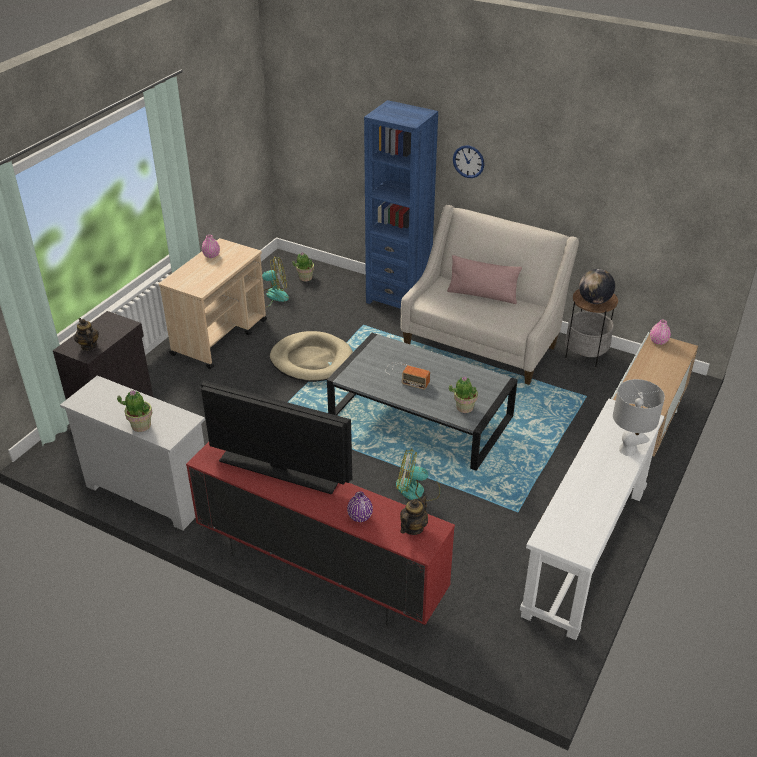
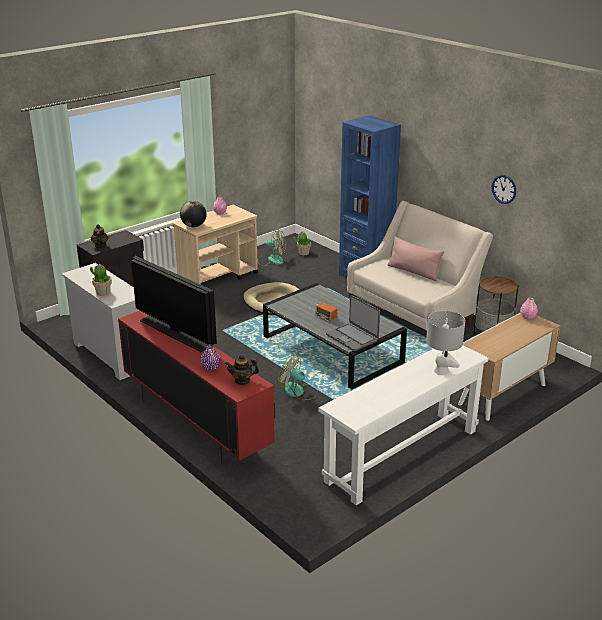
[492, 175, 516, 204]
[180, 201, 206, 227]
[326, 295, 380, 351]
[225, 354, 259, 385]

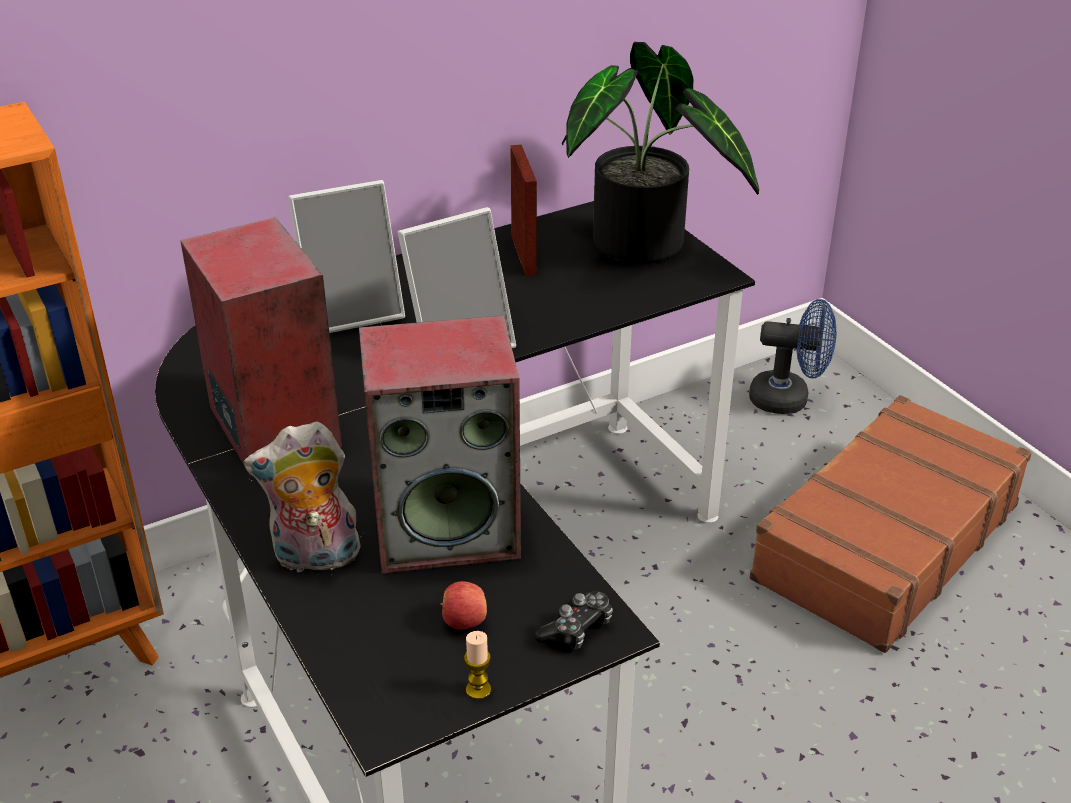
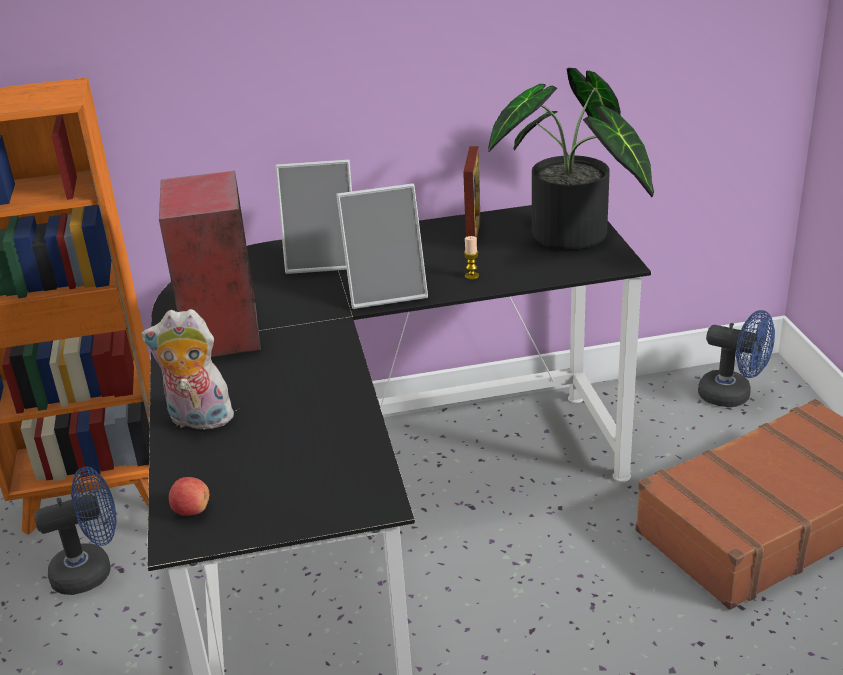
[359, 315, 521, 574] (first image)
[169, 477, 209, 516]
[534, 591, 613, 649] (first image)
[464, 236, 479, 280]
[34, 466, 117, 595]

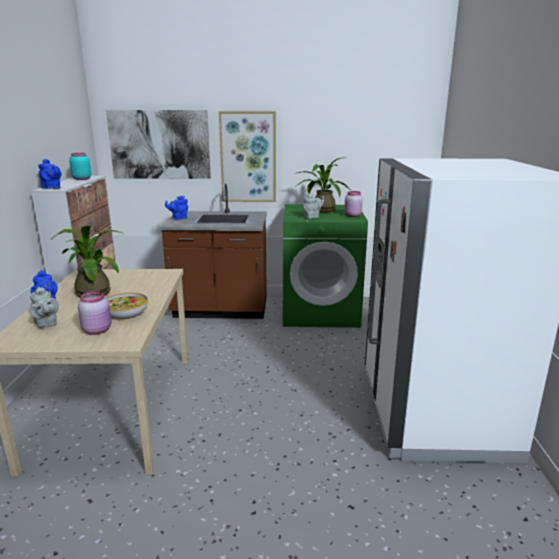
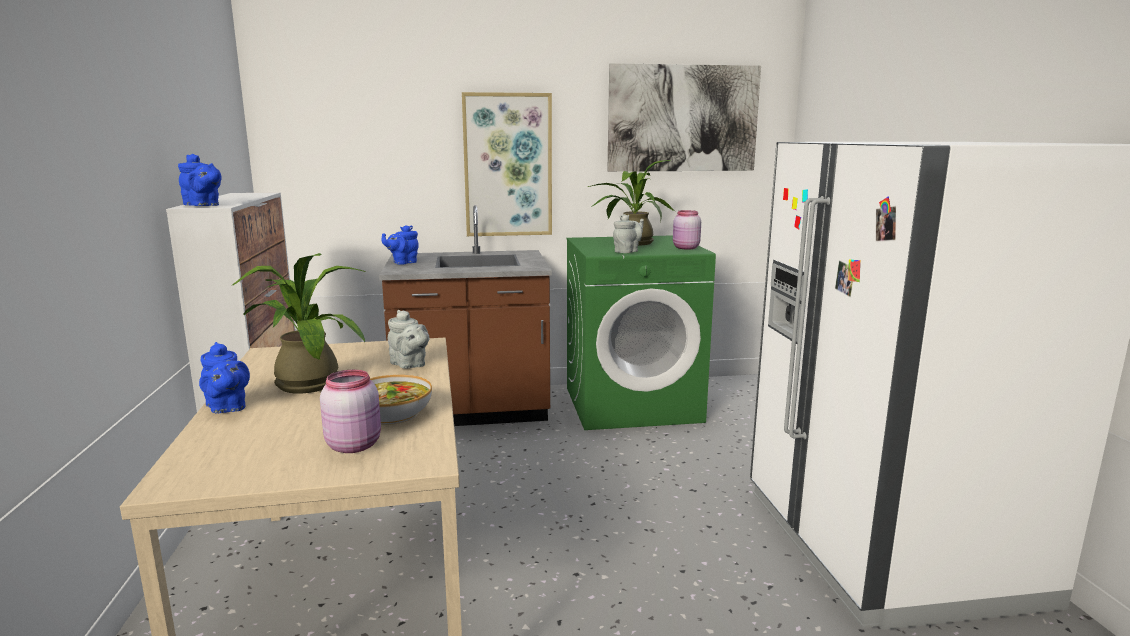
[607, 63, 761, 172]
[69, 153, 91, 180] (first image)
[387, 310, 430, 369]

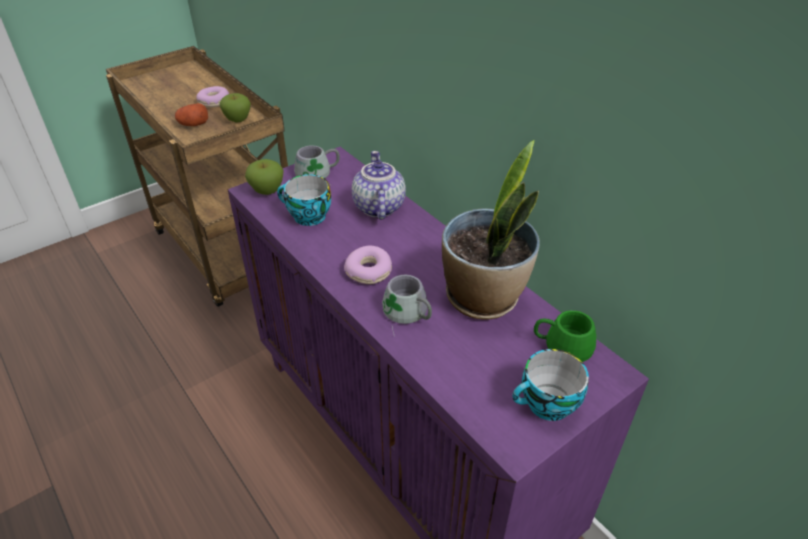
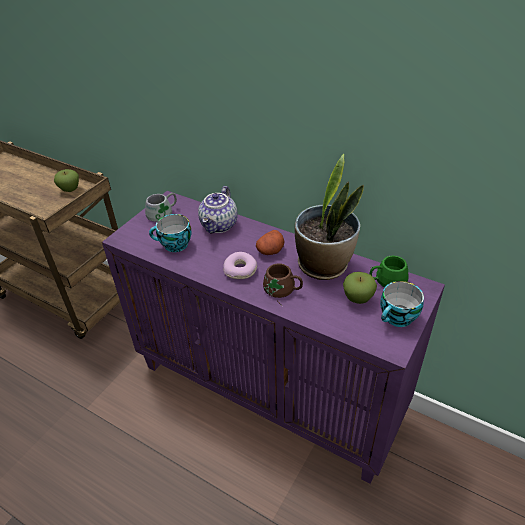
[196, 86, 229, 107] (first image)
[256, 230, 285, 255]
[198, 186, 238, 233]
[343, 272, 377, 304]
[263, 263, 303, 307]

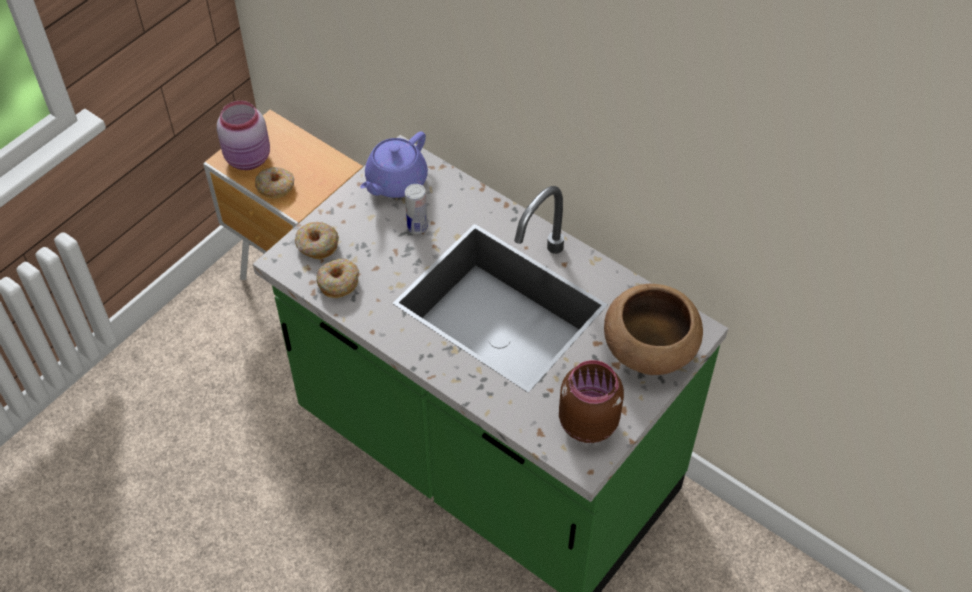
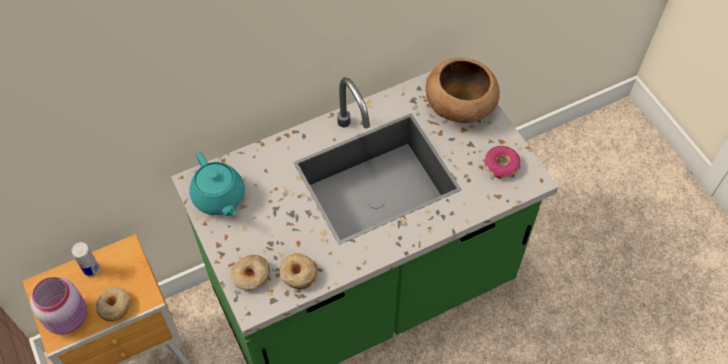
[190, 152, 245, 216]
[72, 242, 100, 277]
[484, 146, 520, 179]

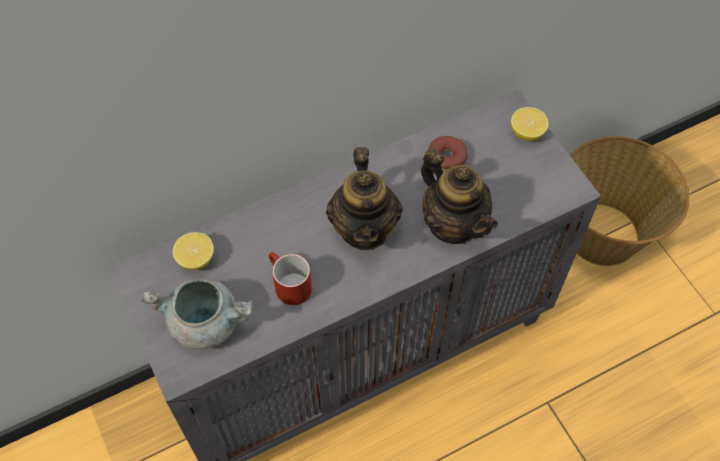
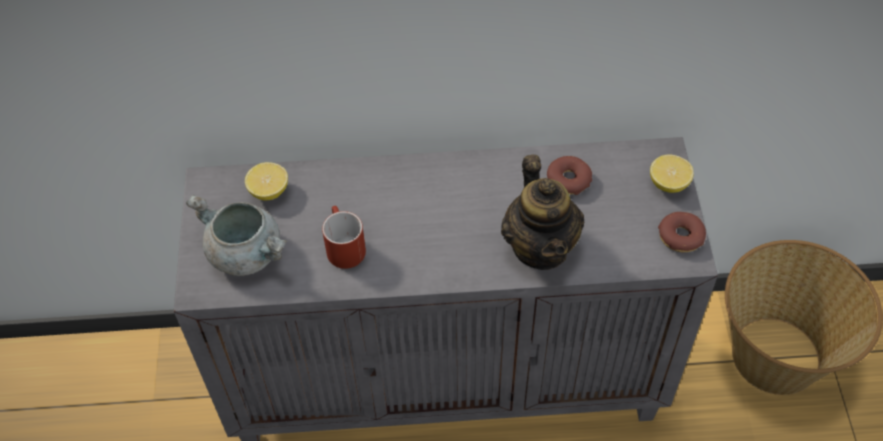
[326, 147, 403, 250] (first image)
[658, 212, 706, 252]

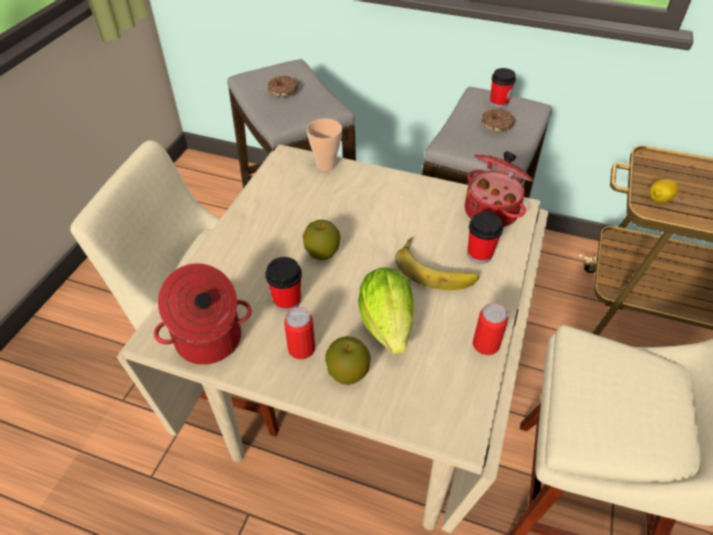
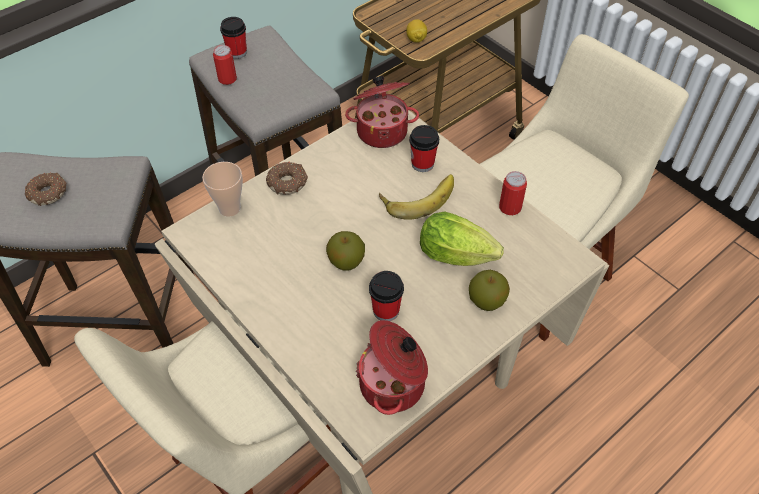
[266, 162, 308, 195]
[213, 45, 237, 85]

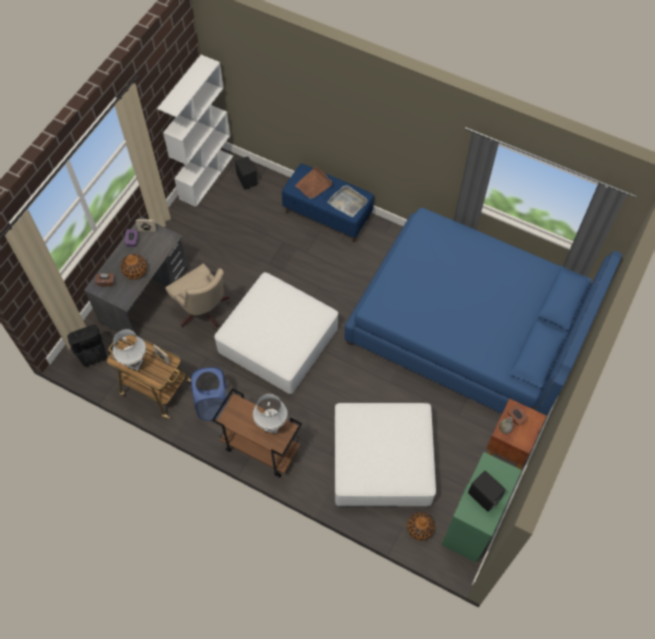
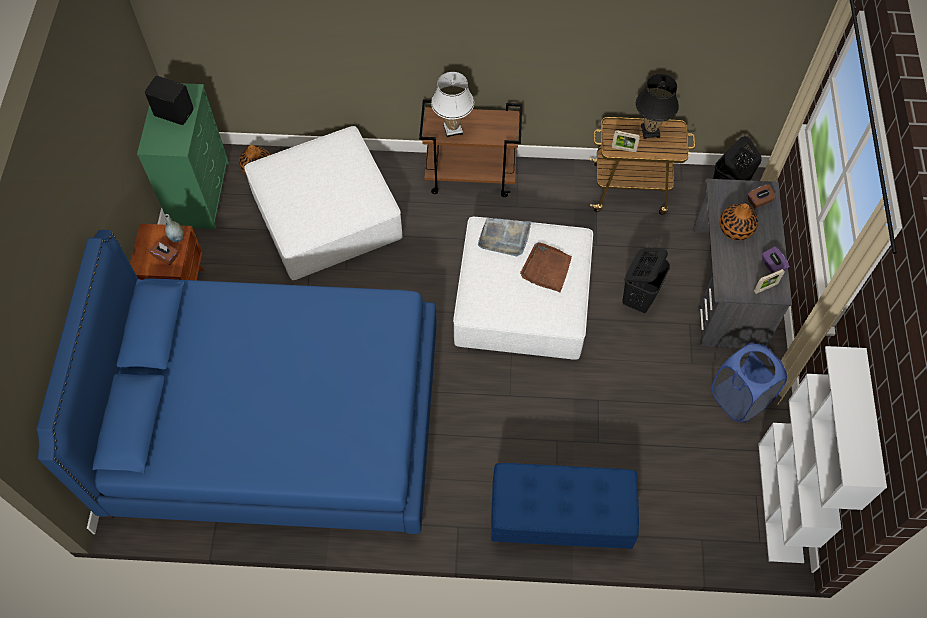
[235, 156, 258, 190] (first image)
[520, 242, 572, 292]
[478, 218, 531, 257]
[622, 248, 670, 313]
[636, 74, 679, 139]
[712, 342, 787, 423]

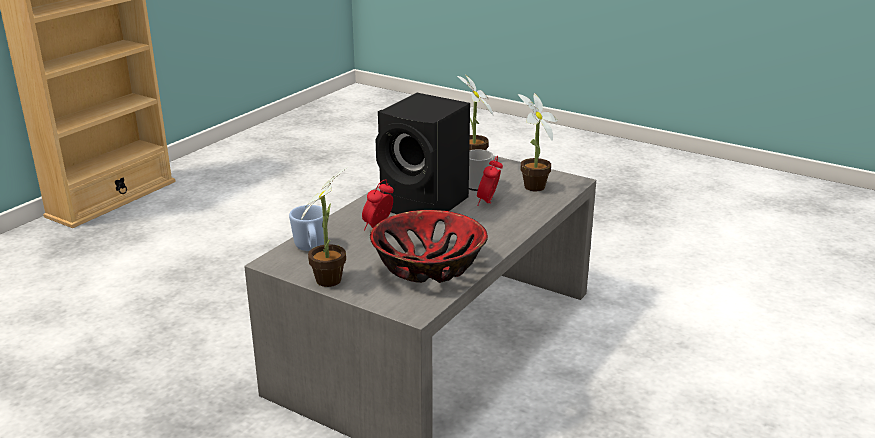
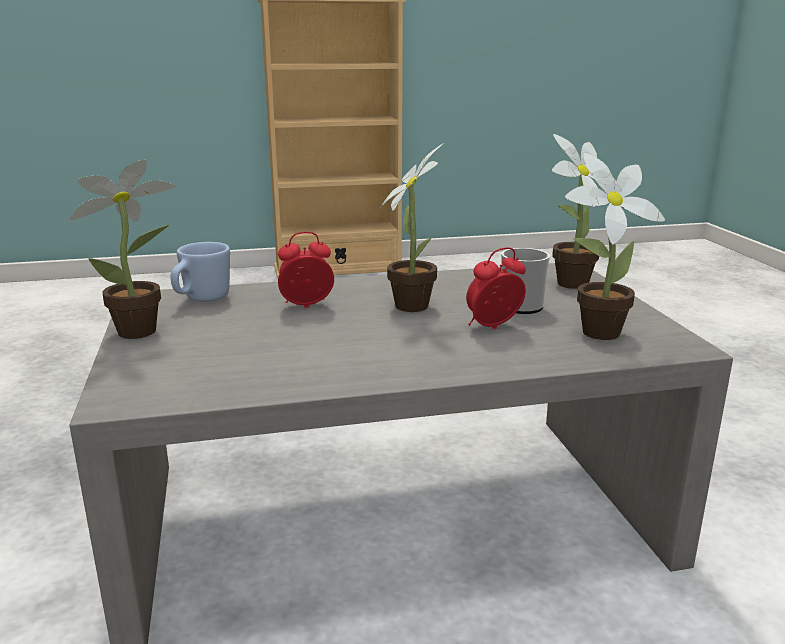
[379, 143, 444, 312]
[370, 210, 488, 283] (first image)

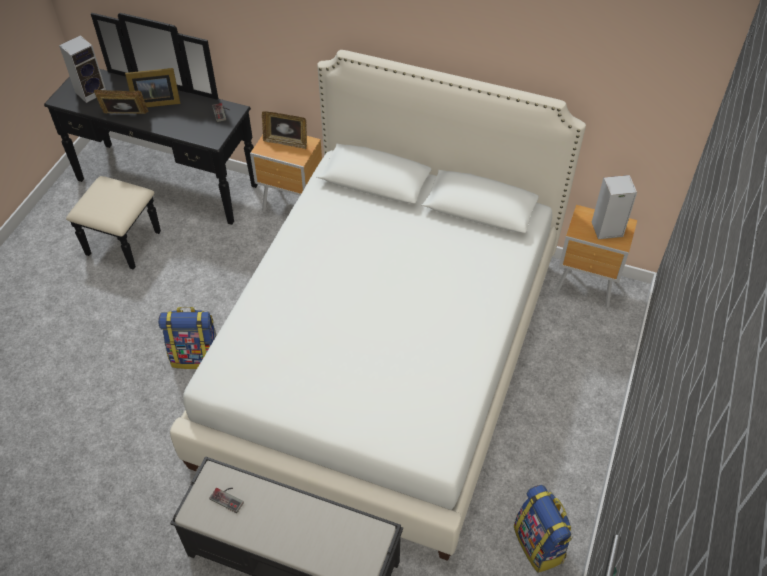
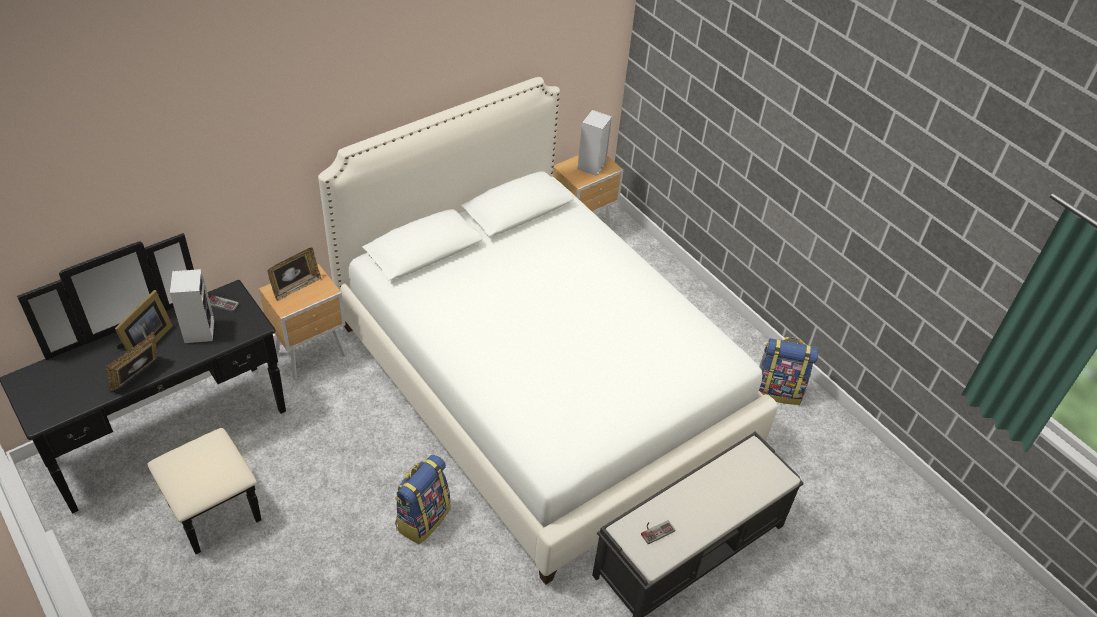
[170, 269, 214, 343]

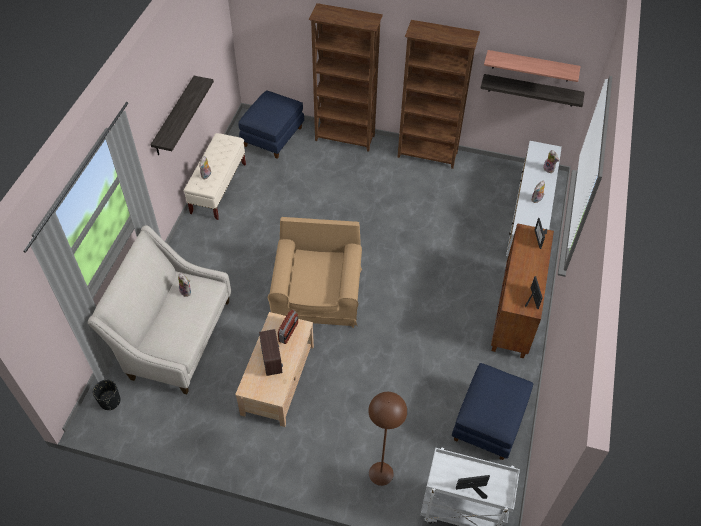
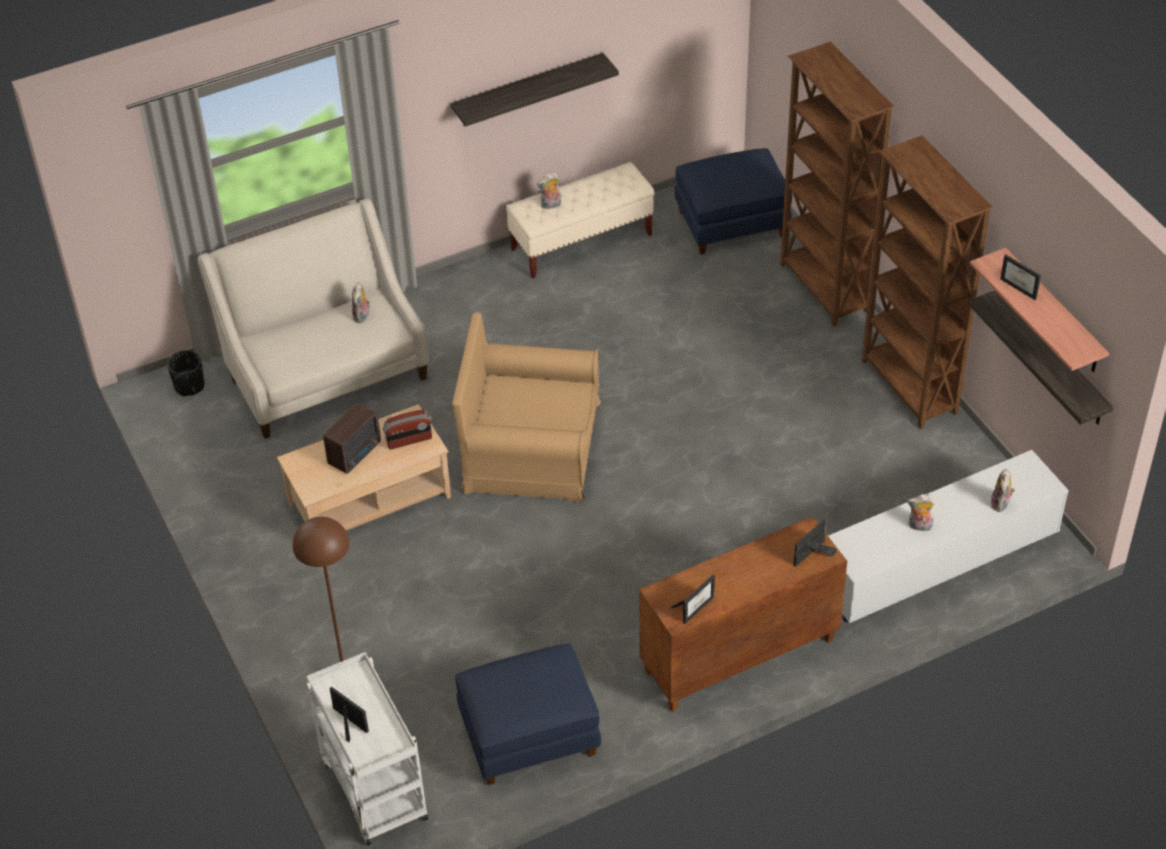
[452, 312, 601, 503]
[1000, 255, 1041, 300]

